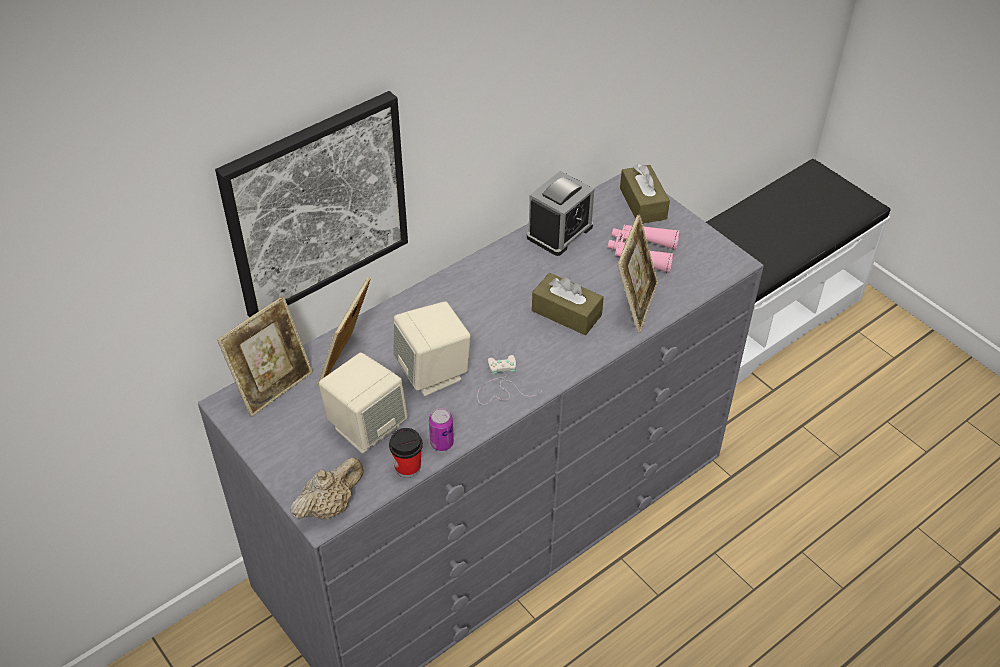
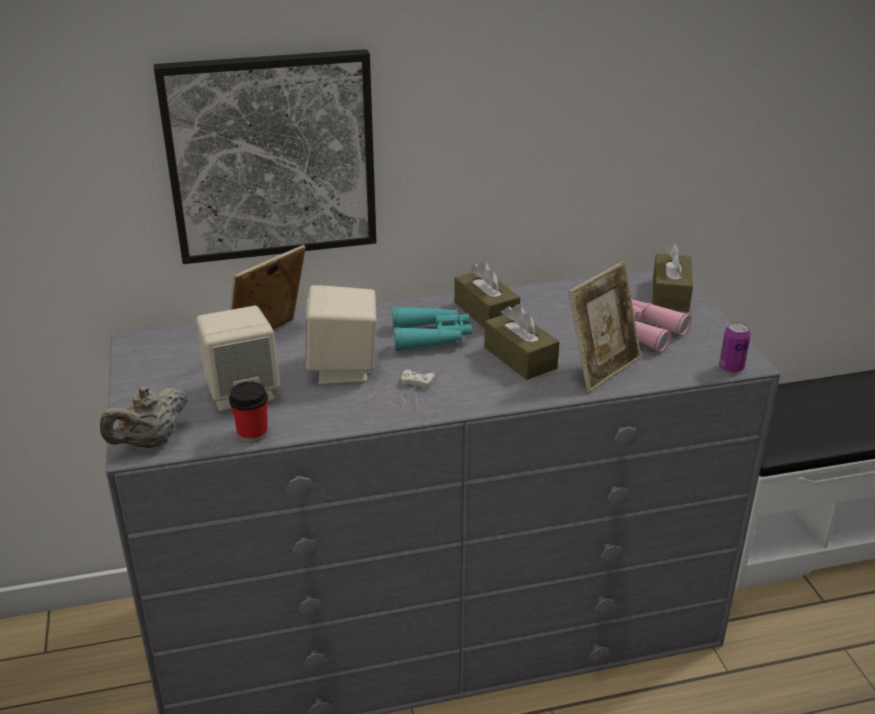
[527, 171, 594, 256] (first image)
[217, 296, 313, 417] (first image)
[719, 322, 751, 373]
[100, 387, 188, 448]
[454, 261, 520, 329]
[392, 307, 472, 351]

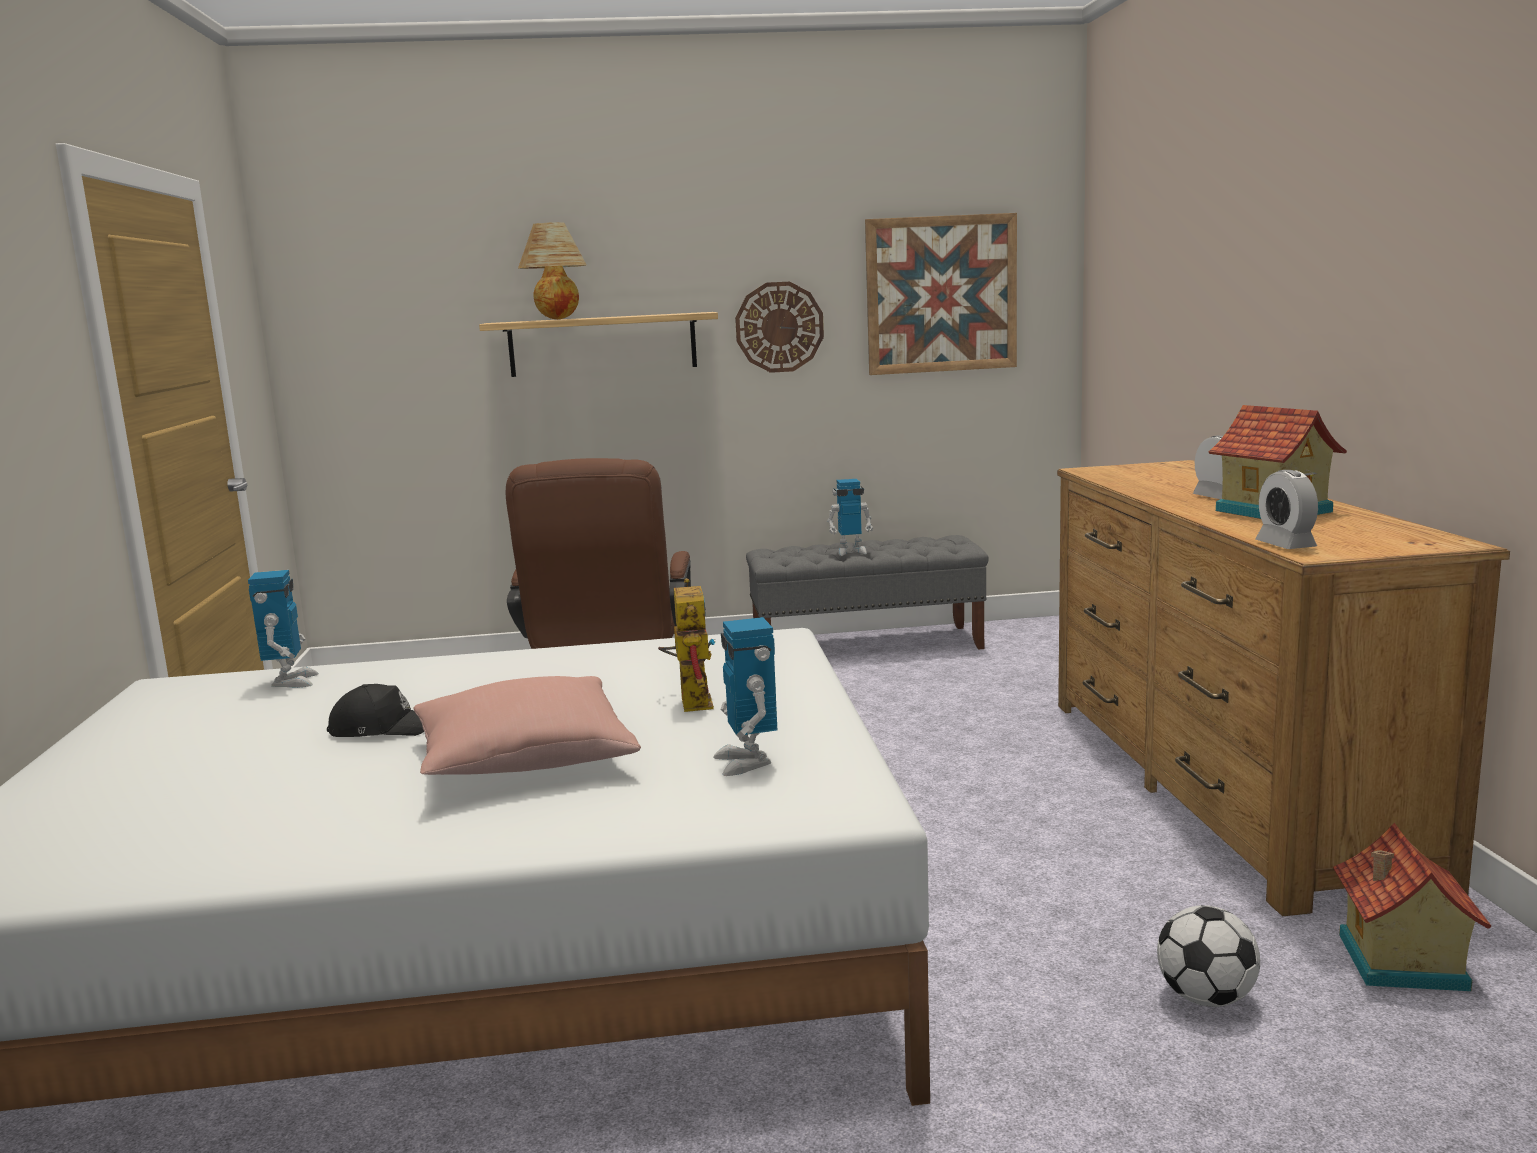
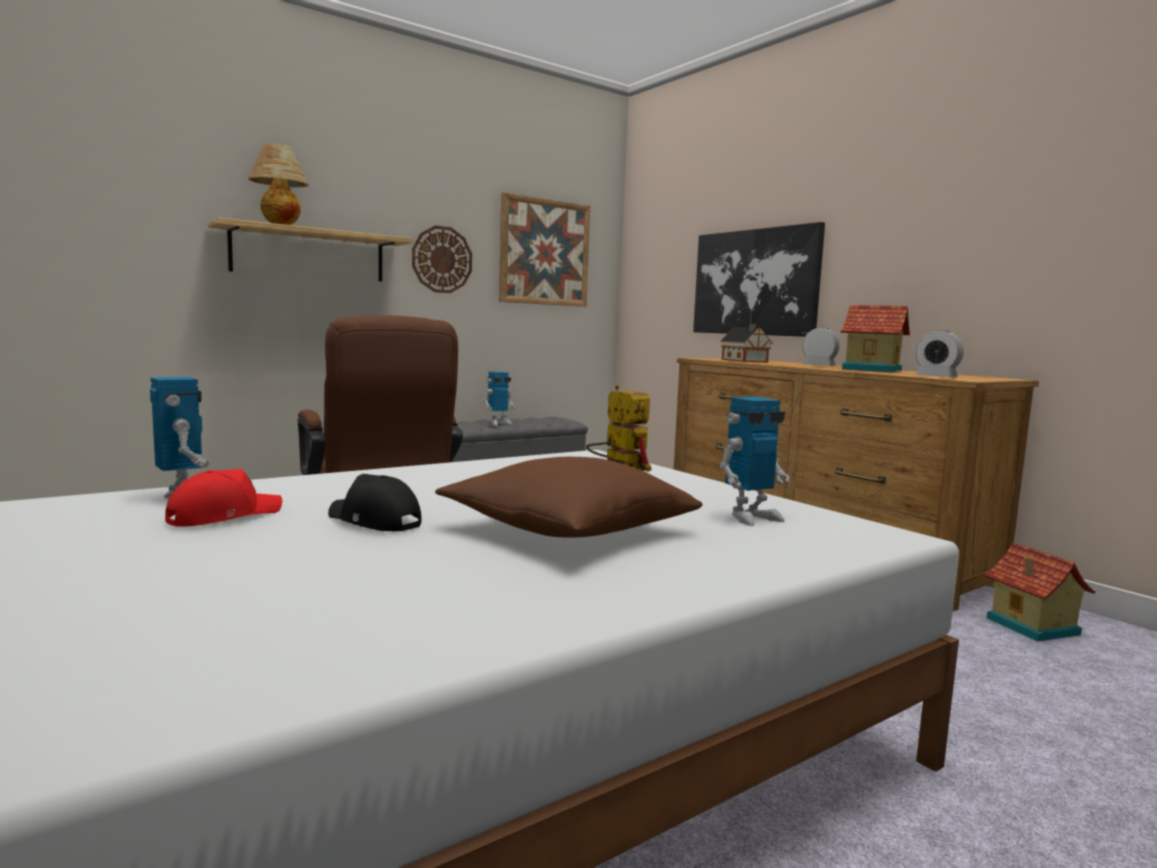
[720, 397, 789, 526]
[435, 457, 703, 538]
[328, 474, 421, 531]
[1157, 905, 1260, 1007] (first image)
[693, 222, 825, 337]
[720, 324, 773, 362]
[165, 469, 282, 527]

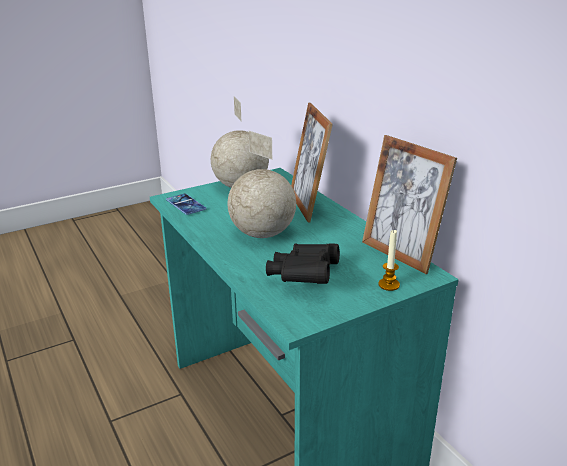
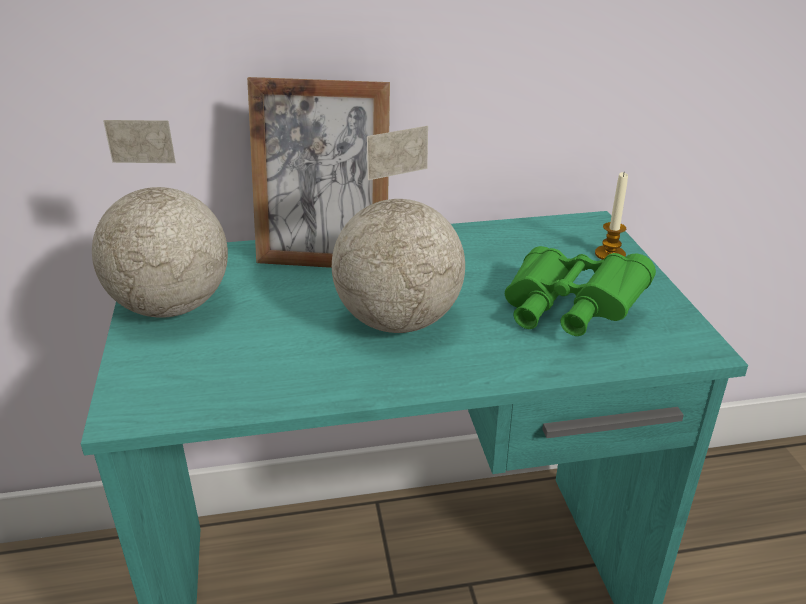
[362, 135, 457, 274] (first image)
[166, 194, 206, 215] (first image)
[505, 246, 656, 336]

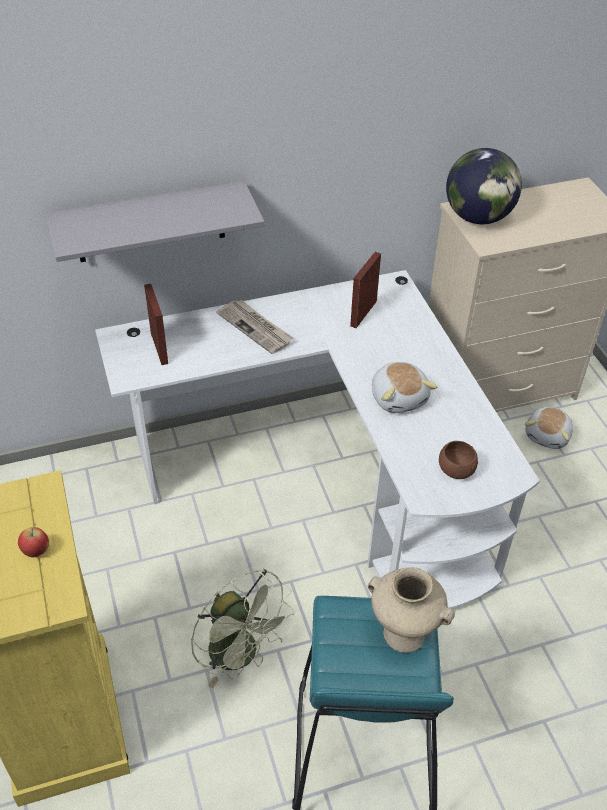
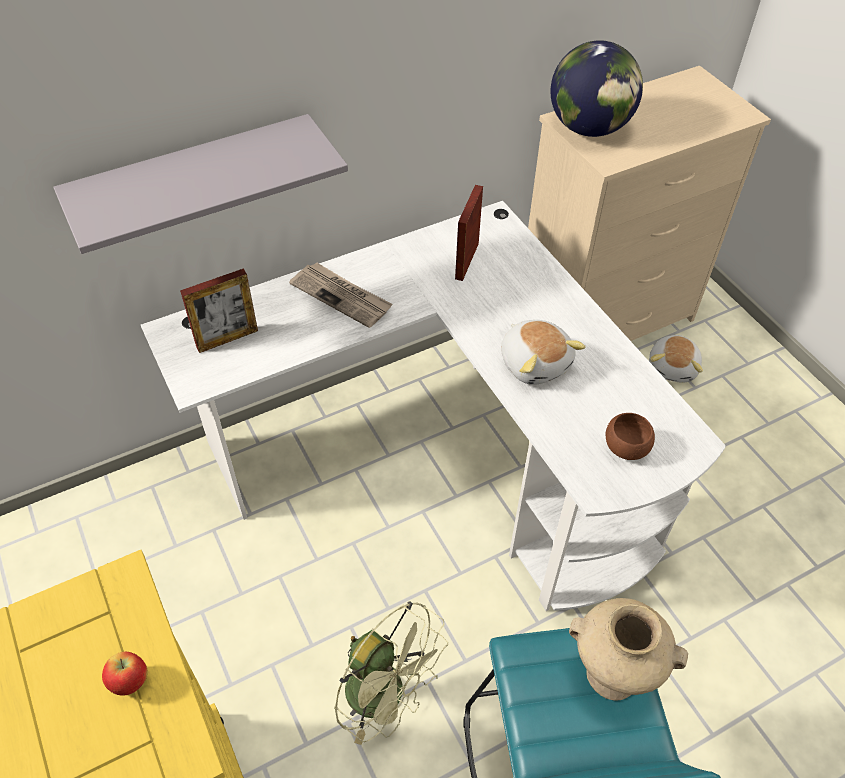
[180, 269, 258, 353]

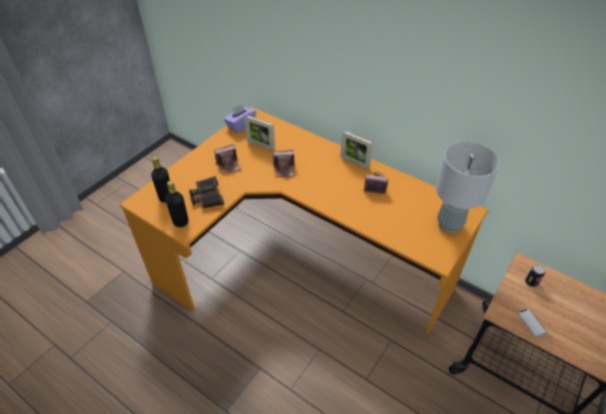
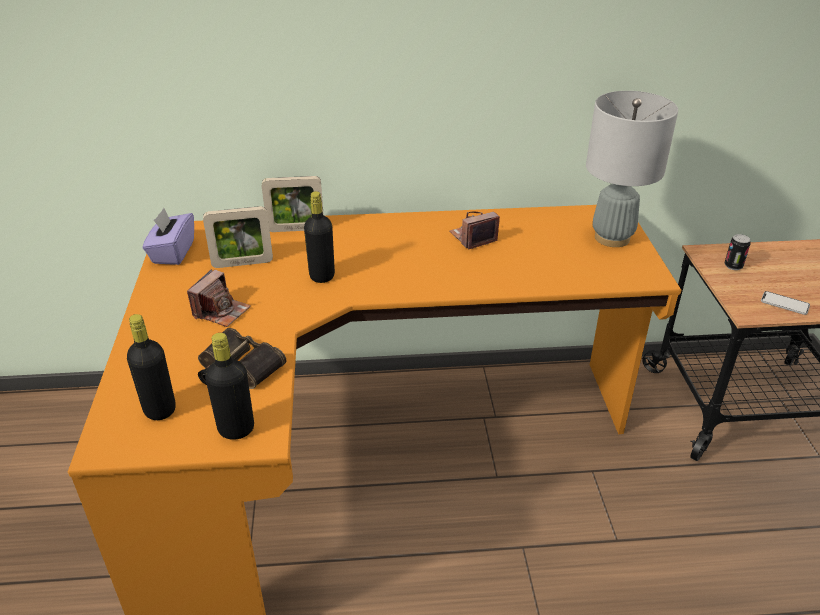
[262, 176, 324, 232]
[304, 191, 335, 283]

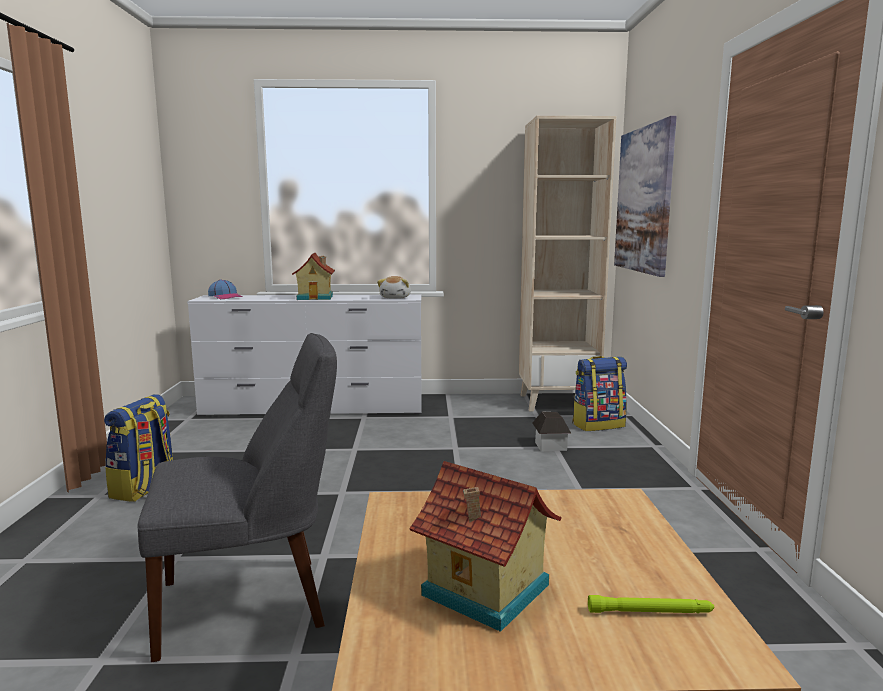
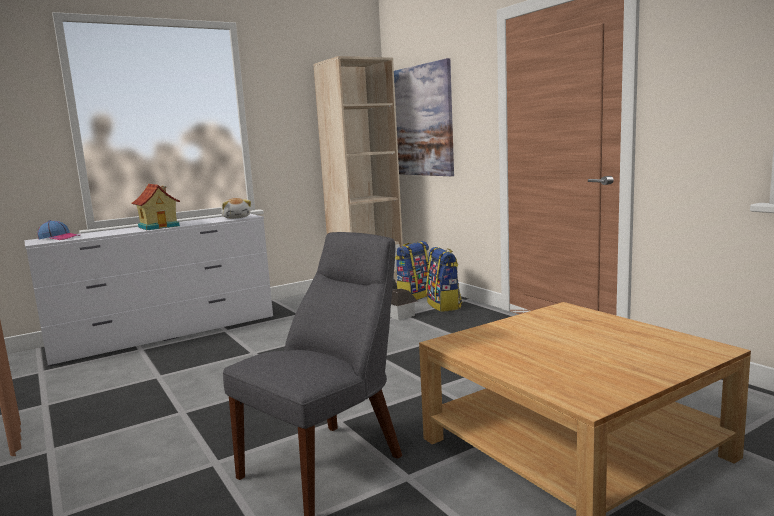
[426, 247, 462, 312]
[409, 461, 562, 632] (first image)
[588, 595, 714, 613] (first image)

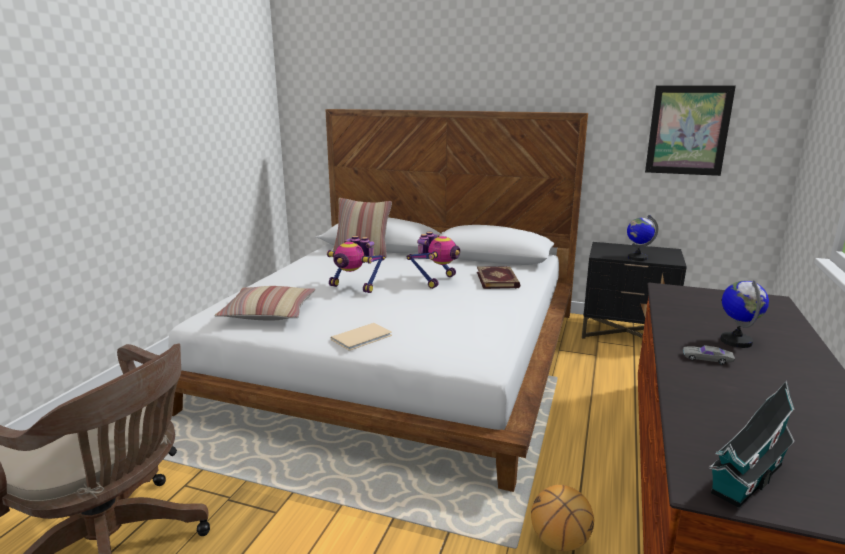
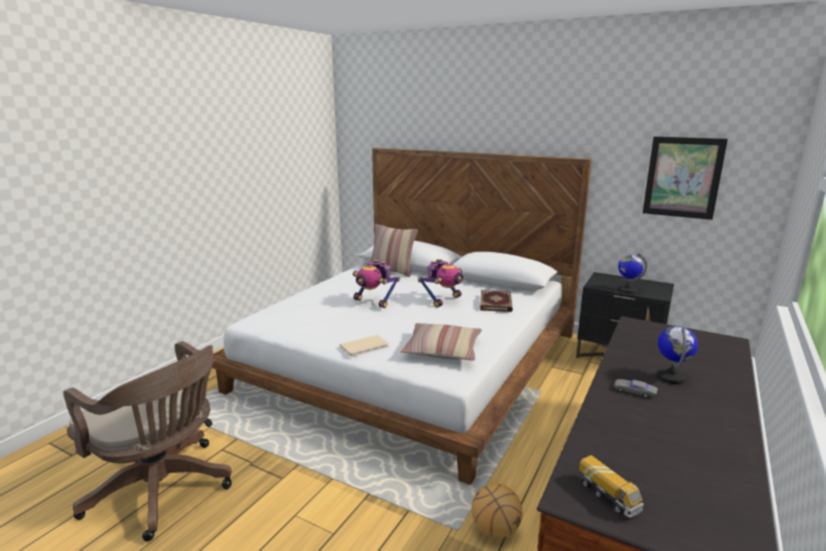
[400, 323, 482, 361]
[579, 455, 644, 518]

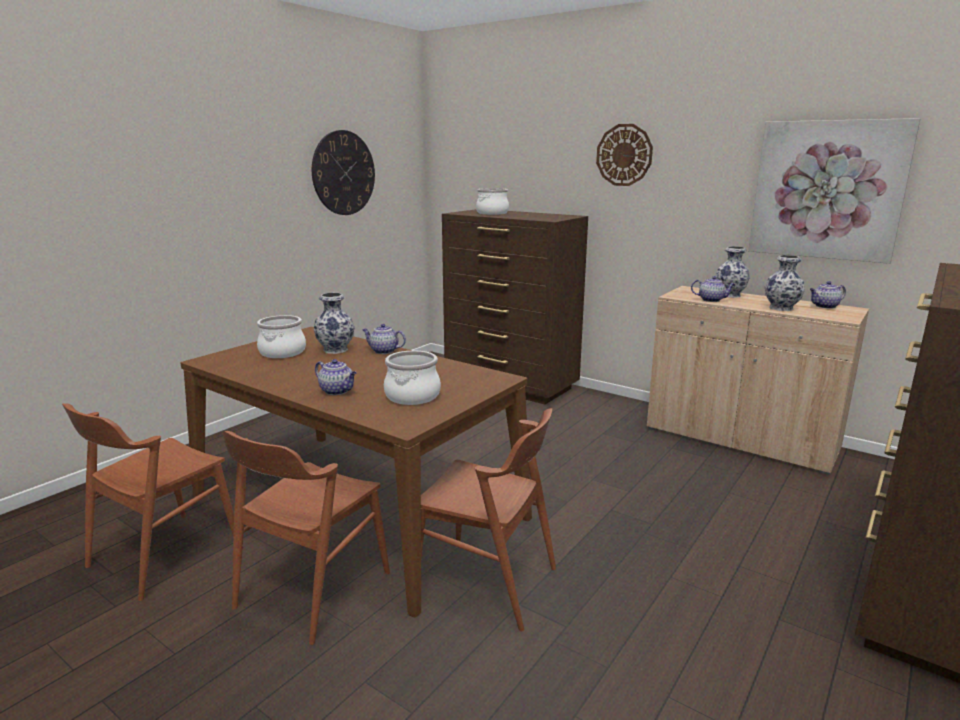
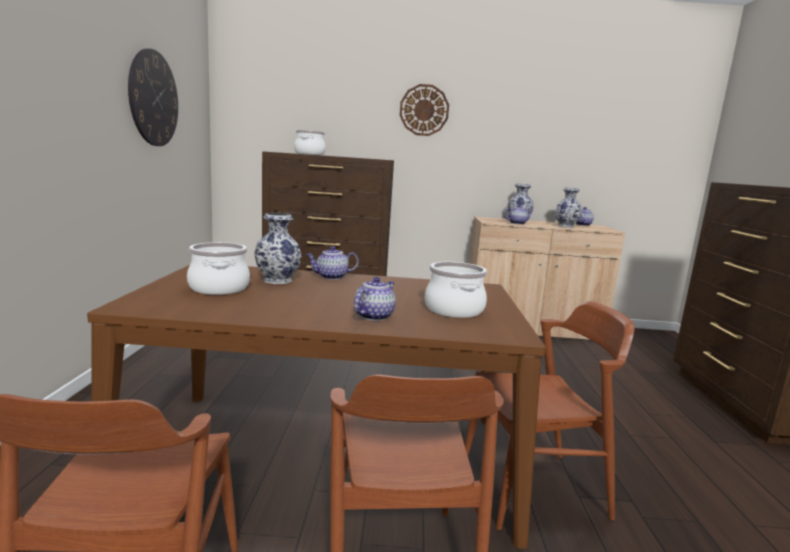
[748, 118, 920, 264] (first image)
[354, 277, 396, 321]

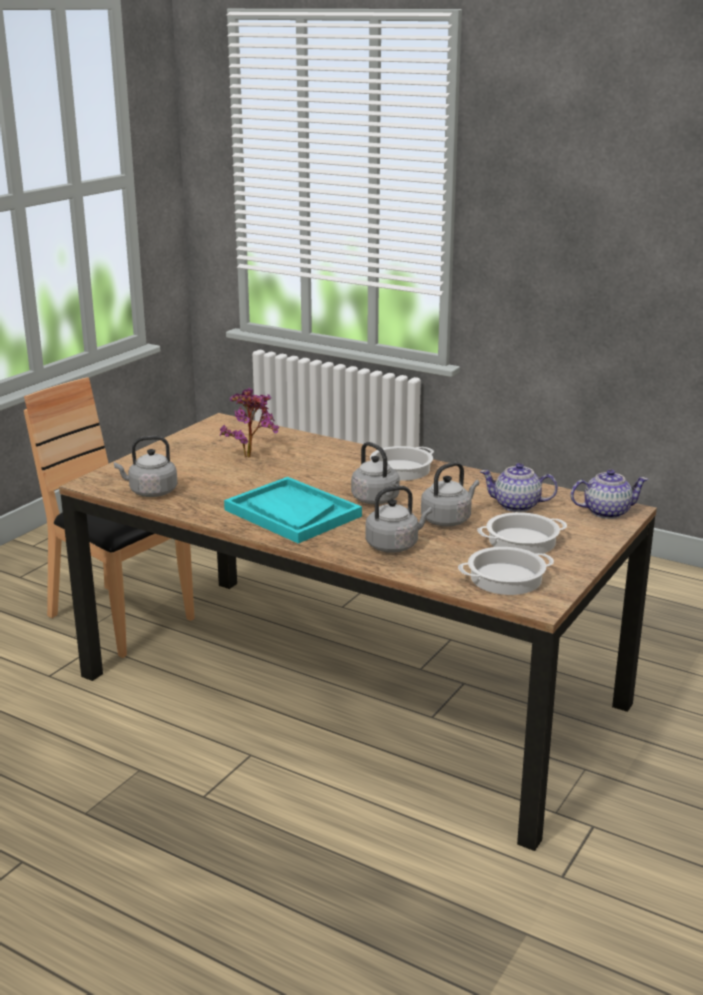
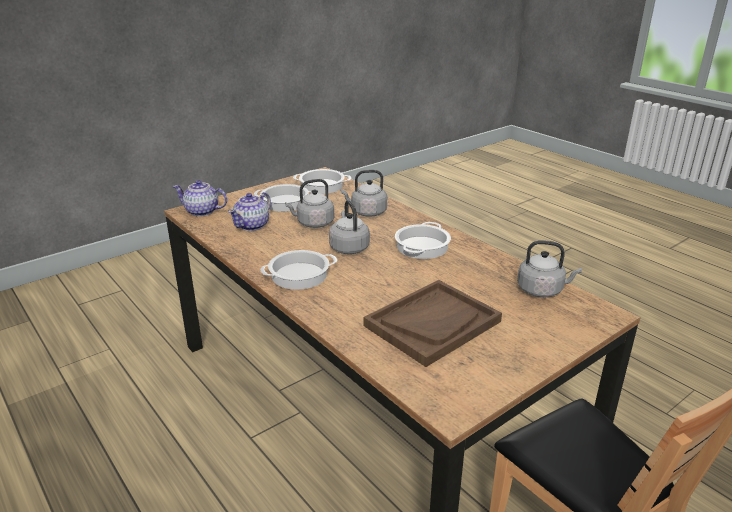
[364, 280, 502, 367]
[228, 192, 271, 231]
[395, 222, 451, 259]

